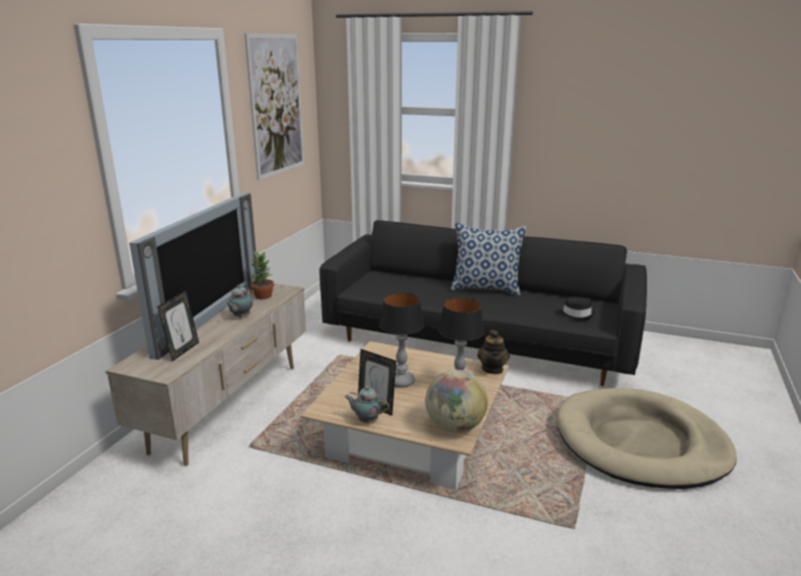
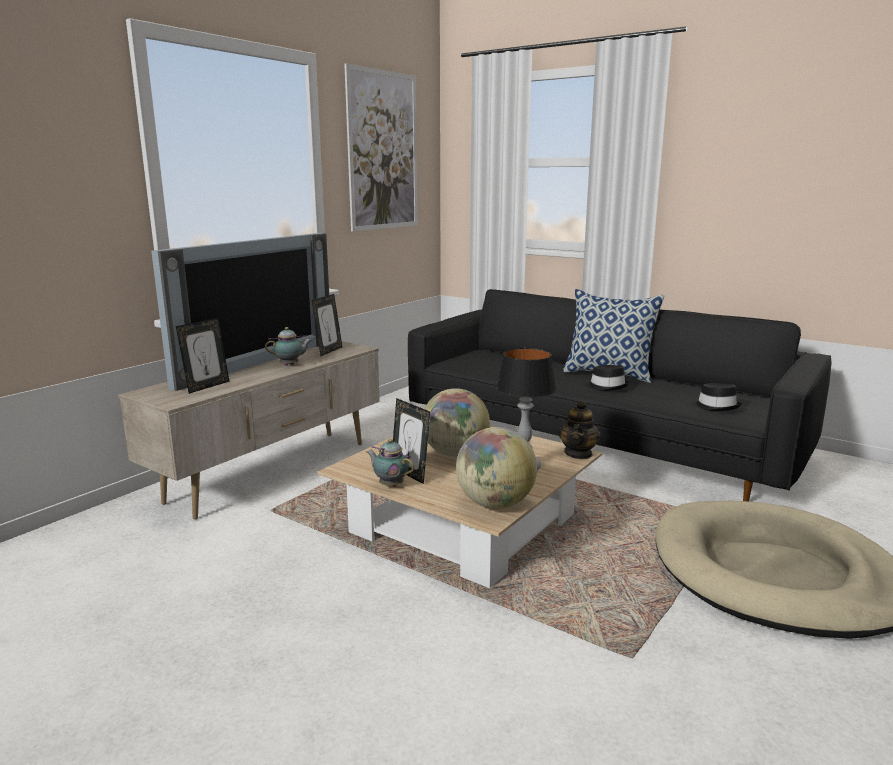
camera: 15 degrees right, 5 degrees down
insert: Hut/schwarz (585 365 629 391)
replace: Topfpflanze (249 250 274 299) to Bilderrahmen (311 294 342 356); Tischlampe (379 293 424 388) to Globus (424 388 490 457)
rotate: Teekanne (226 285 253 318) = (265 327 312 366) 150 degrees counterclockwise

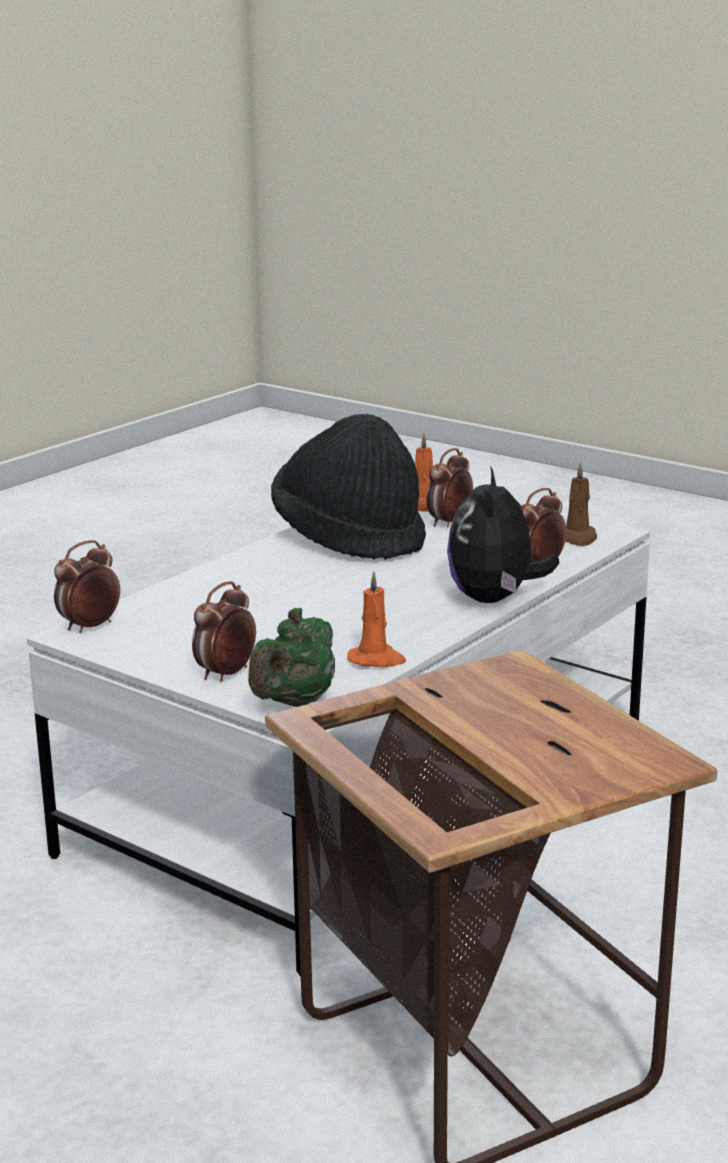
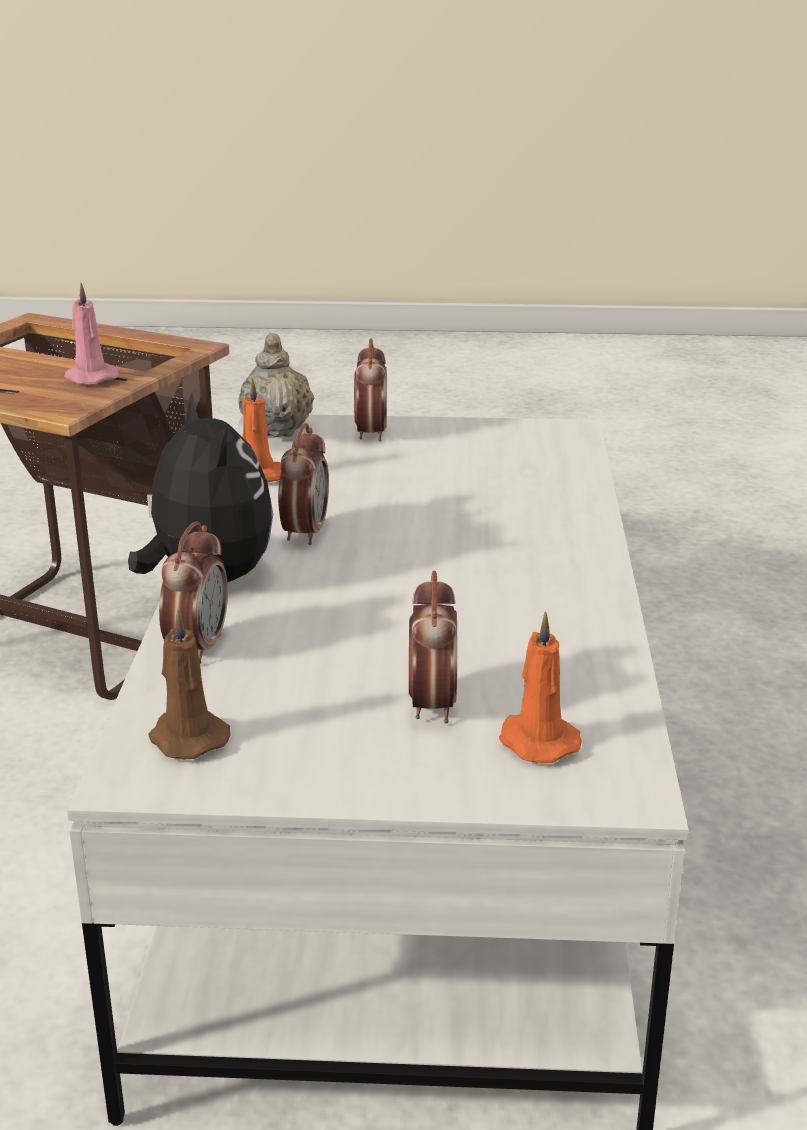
camera: 145 degrees right, 5 degrees up
delete: Hut/schwarz (271 414 426 560)
insert: Kerze/rosa (64 283 119 385)
move: Wecker (54 540 120 633) to (278 423 329 545)
recolor: Teekanne/grün (248 608 335 707) to Teekanne/beige (239 334 314 437)

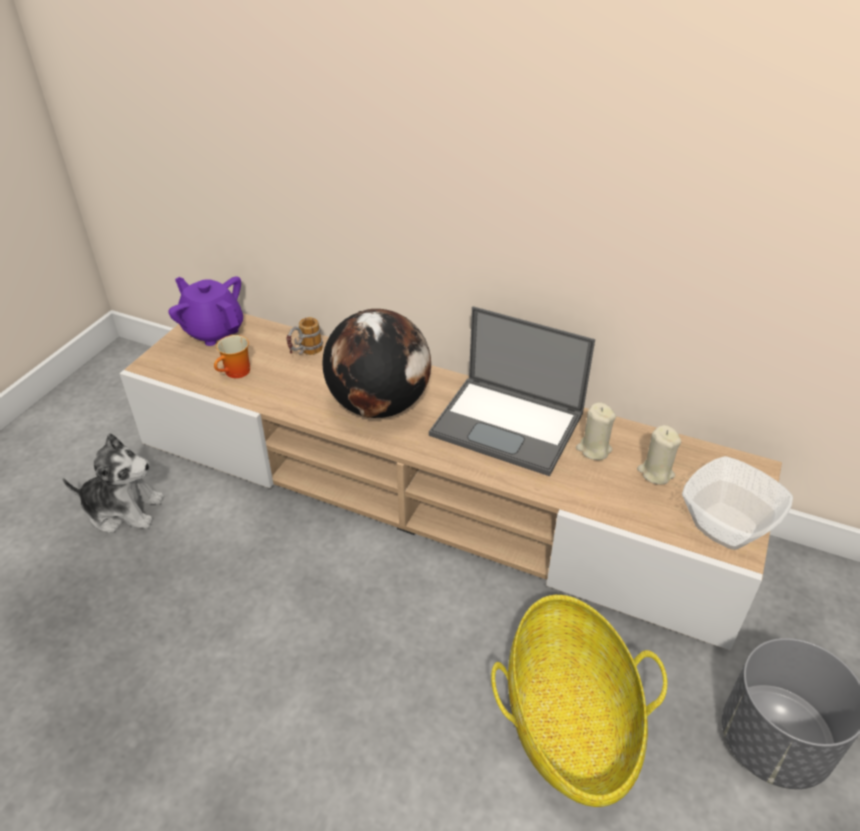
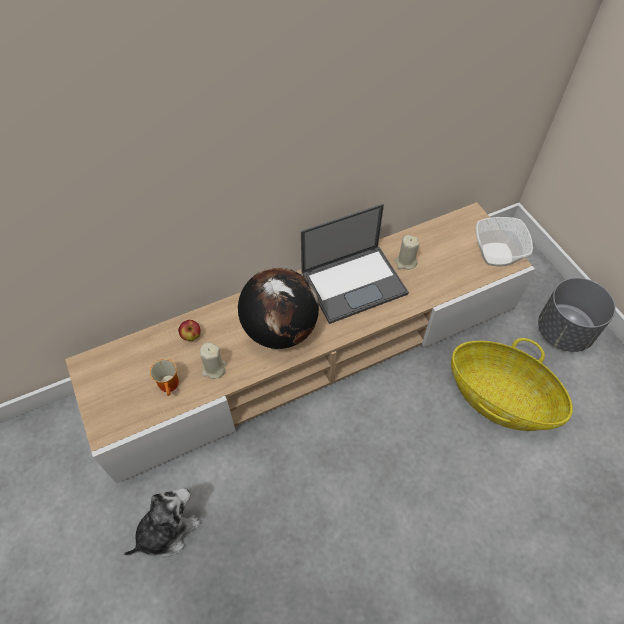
camera: 50 degrees left, 15 degrees up
delete: Teekanne/lila (168 276 243 346)
move: Kerze/beige (637 425 681 485) to (200 343 226 379)
replace: Henkelbecher (286 317 323 355) to Apfel (178 320 201 341)

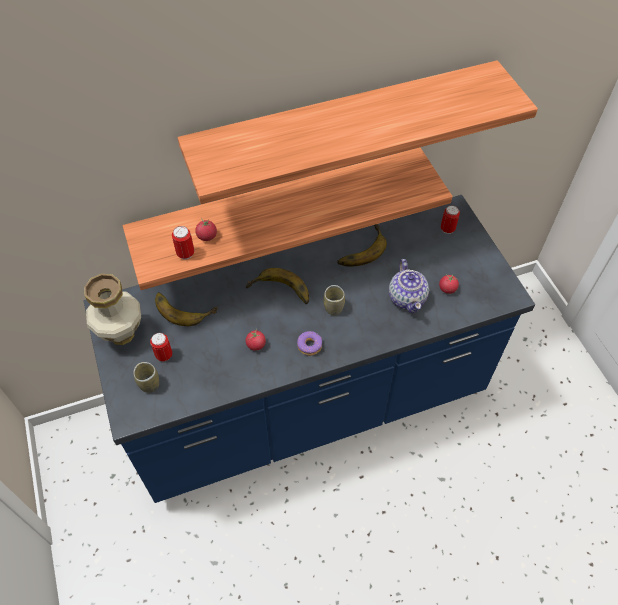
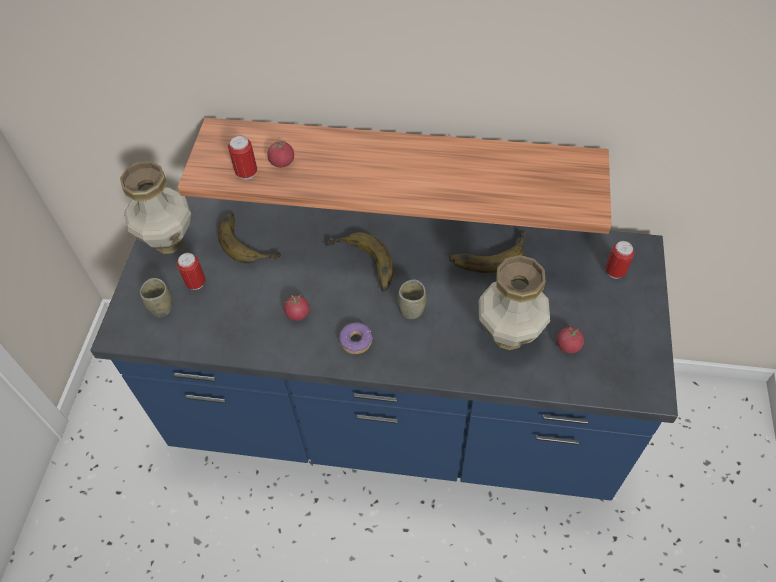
camera: 30 degrees right, 0 degrees up
delete: Wandregal (178 60 538 204)
replace: Teekanne (389 259 429 314) to Vase (479 255 550 350)

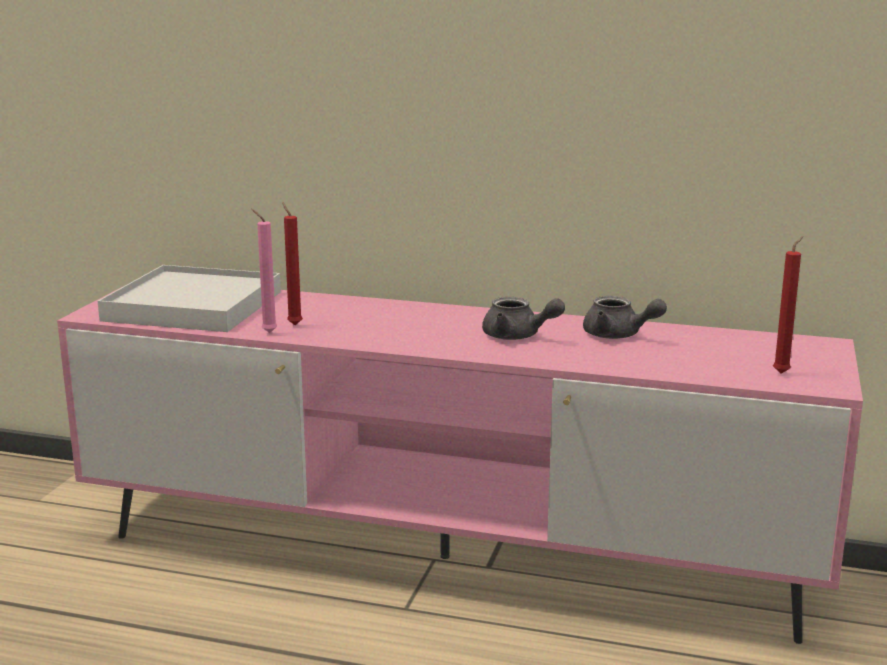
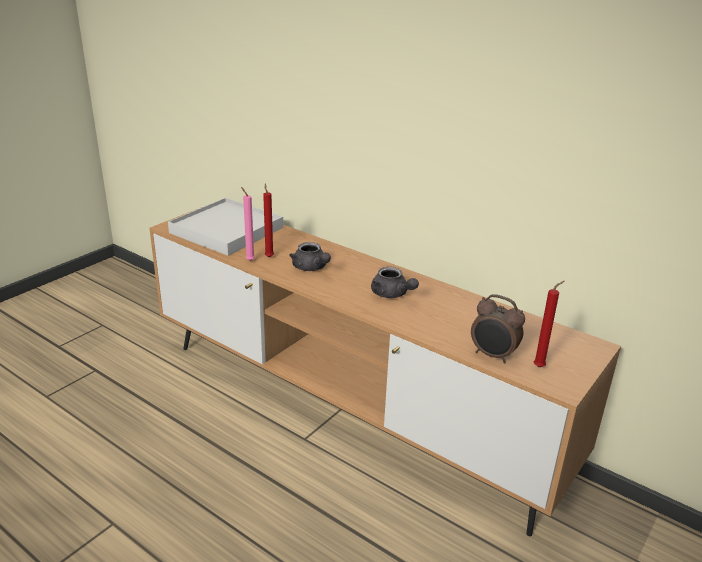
camera: 20 degrees right, 10 degrees up
insert: Wecker (471 294 525 363)
move: Teekanne/grau (583 296 667 339) to (289 242 331 271)
recolor: Fernsehschrank/rosa (57 287 863 644) to Fernsehschrank/braun (149 205 621 536)

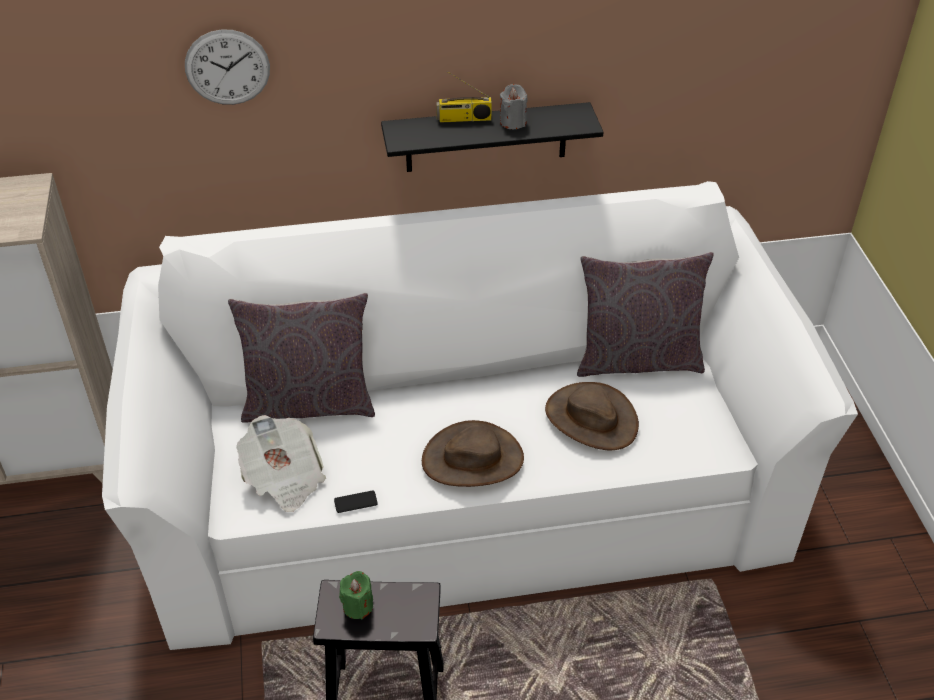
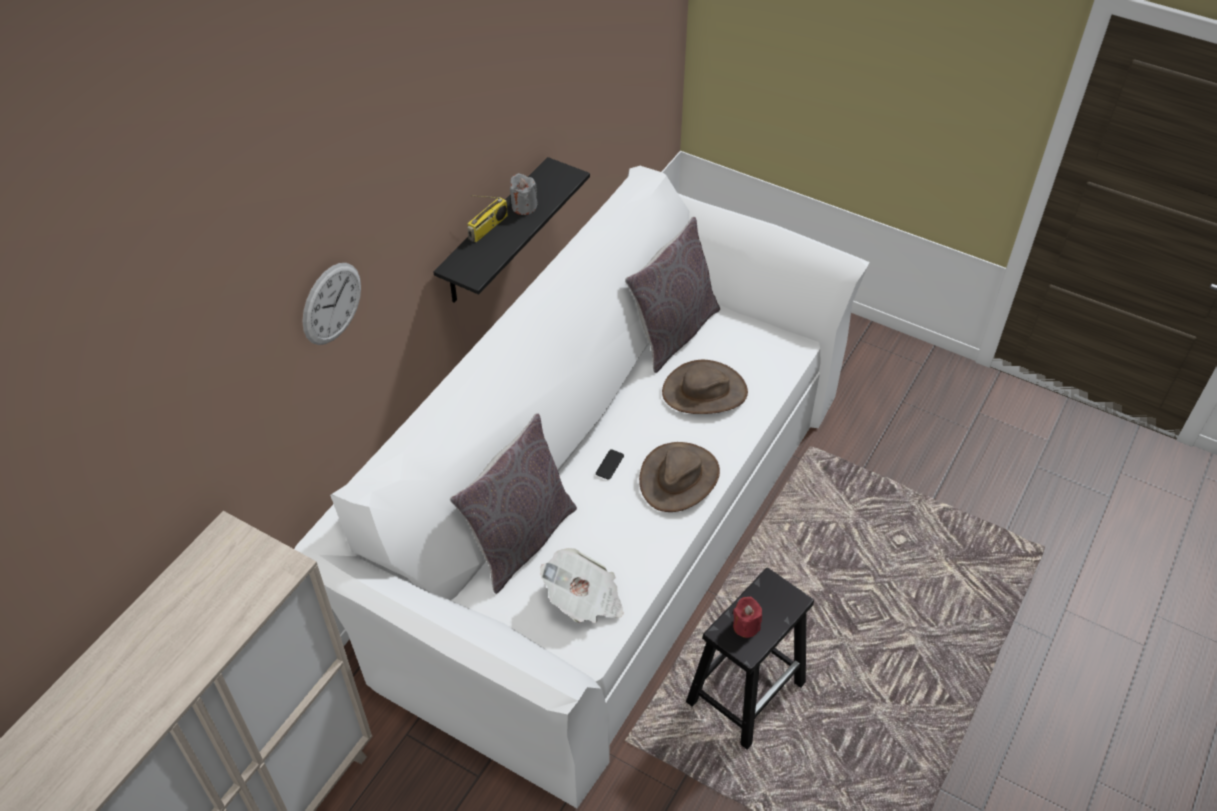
camera: 50 degrees left, 5 degrees up
move: Handy (334 491 378 513) to (596 449 624 480)
recolor: Kerze/grün (339 571 373 619) to Kerze/rot (733 597 762 638)

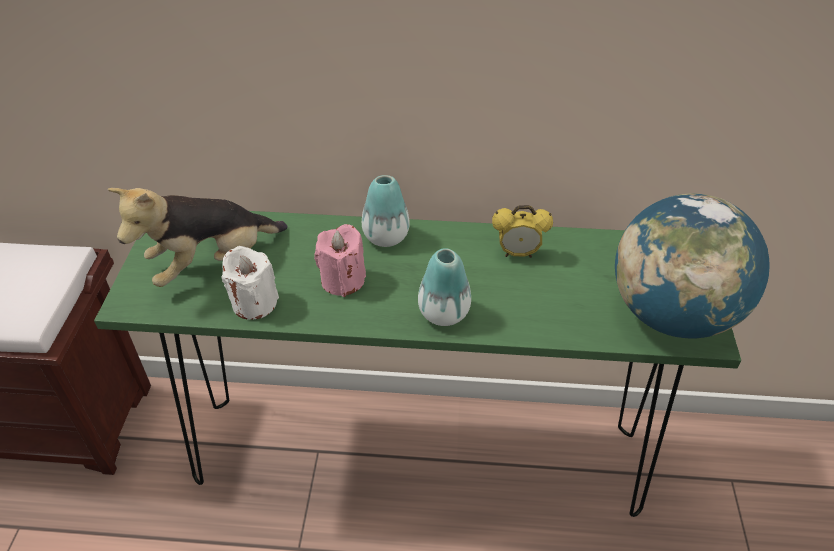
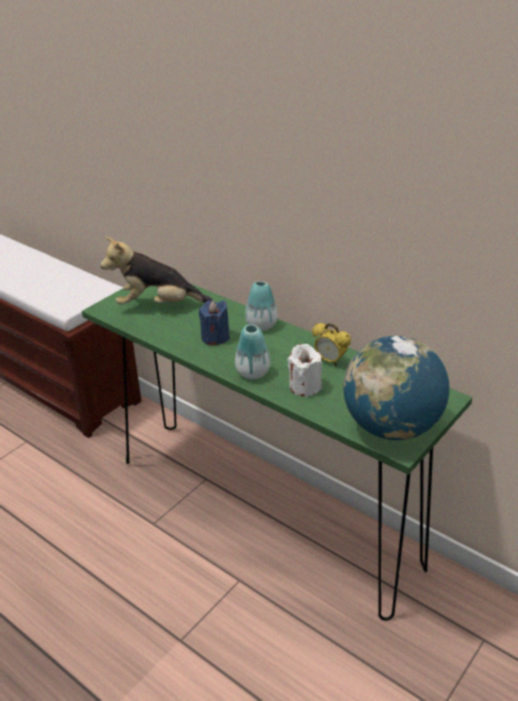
camera: 35 degrees right, 10 degrees down
move: Kerze/weiß (222 246 279 320) to (287 344 322 397)
recolor: Kerze/rosa (314 224 366 297) to Kerze/blau (199 300 230 345)

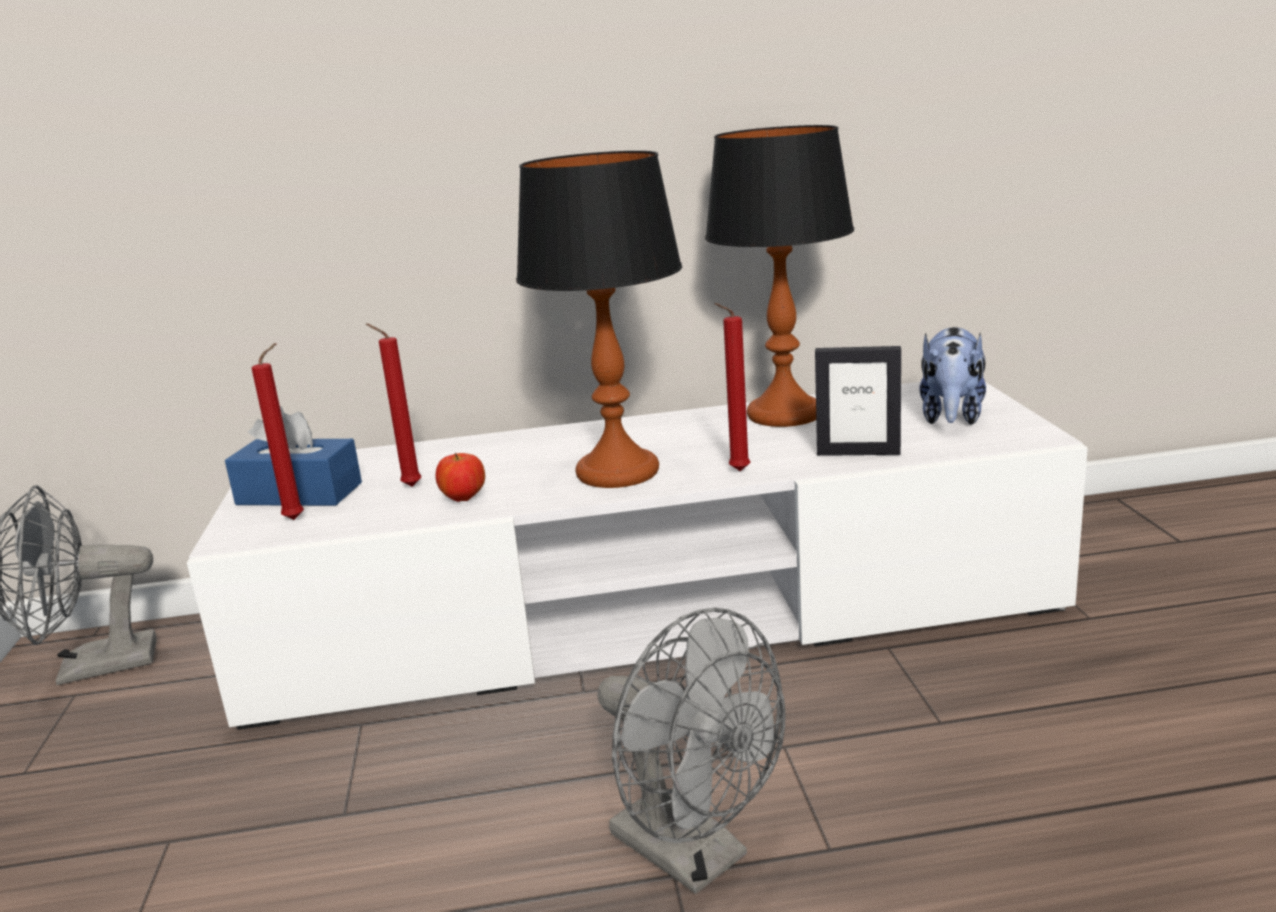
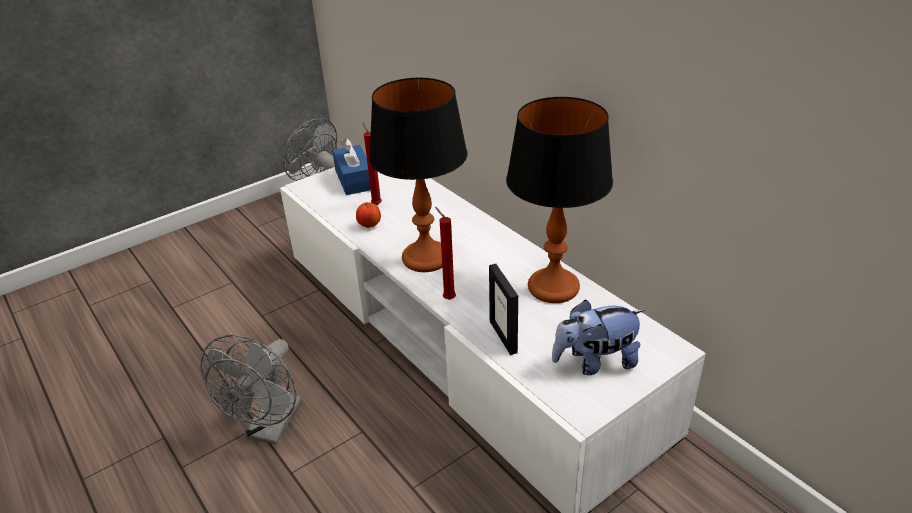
camera: 60 degrees right, 15 degrees up
delete: Kerze/rot (252 343 304 520)

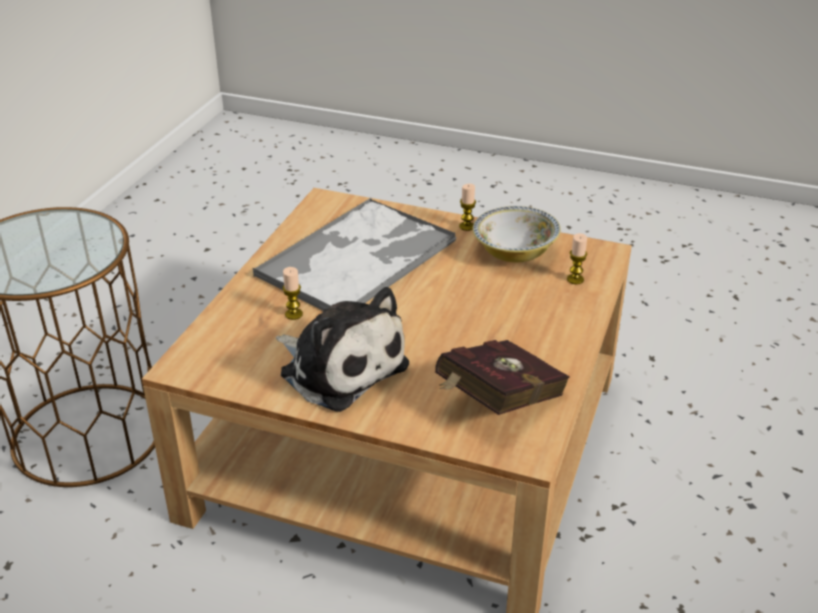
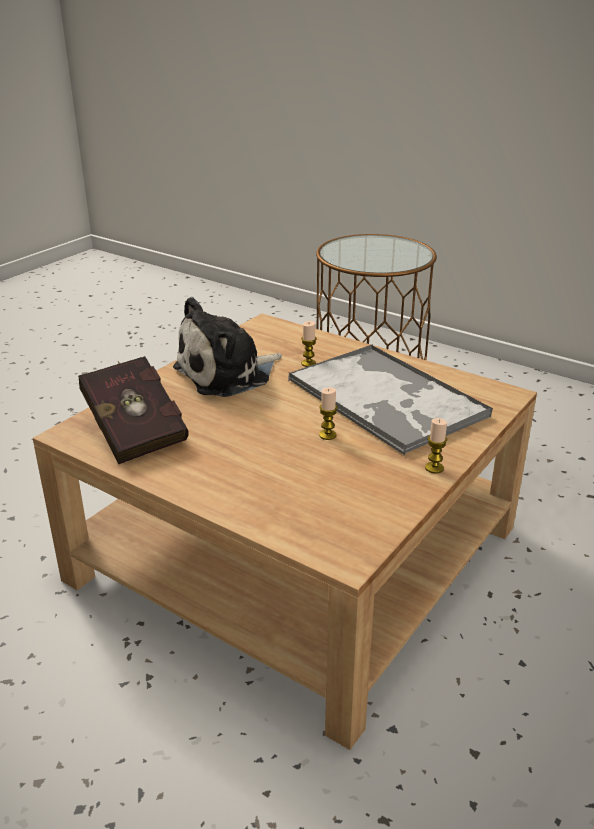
camera: 105 degrees right, 5 degrees down
delete: Schüssel (473 206 561 262)
move: Kerze (567 233 587 284) to (319 387 338 440)

